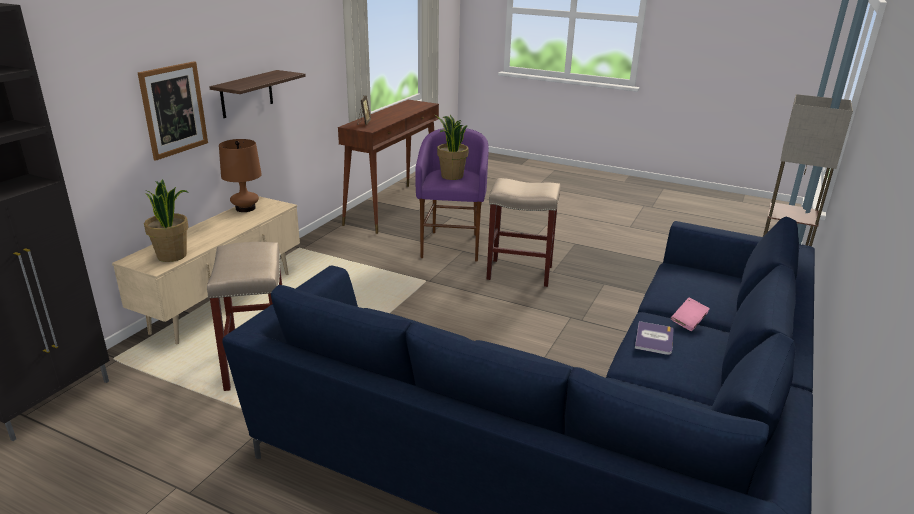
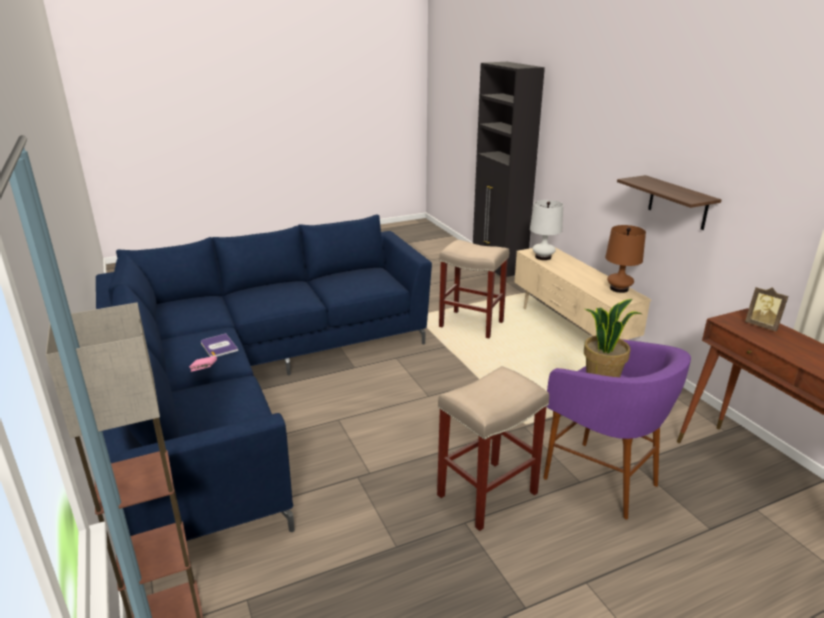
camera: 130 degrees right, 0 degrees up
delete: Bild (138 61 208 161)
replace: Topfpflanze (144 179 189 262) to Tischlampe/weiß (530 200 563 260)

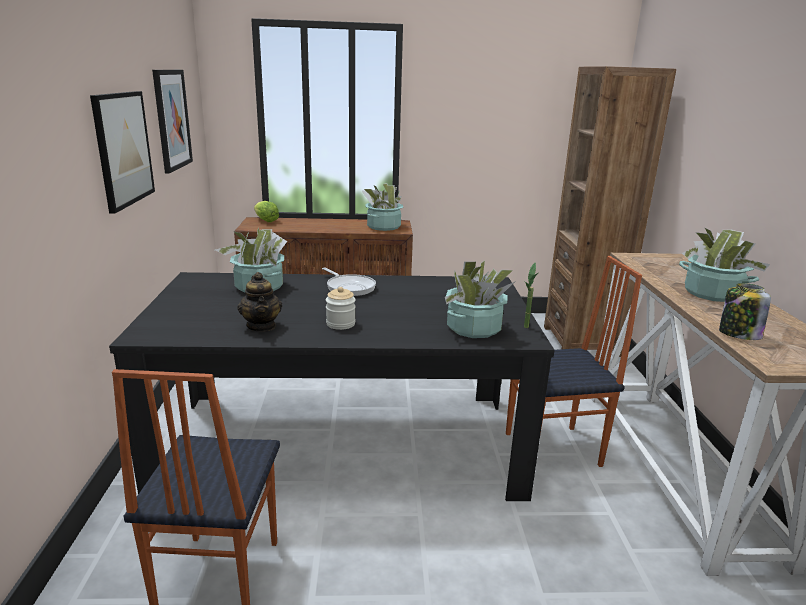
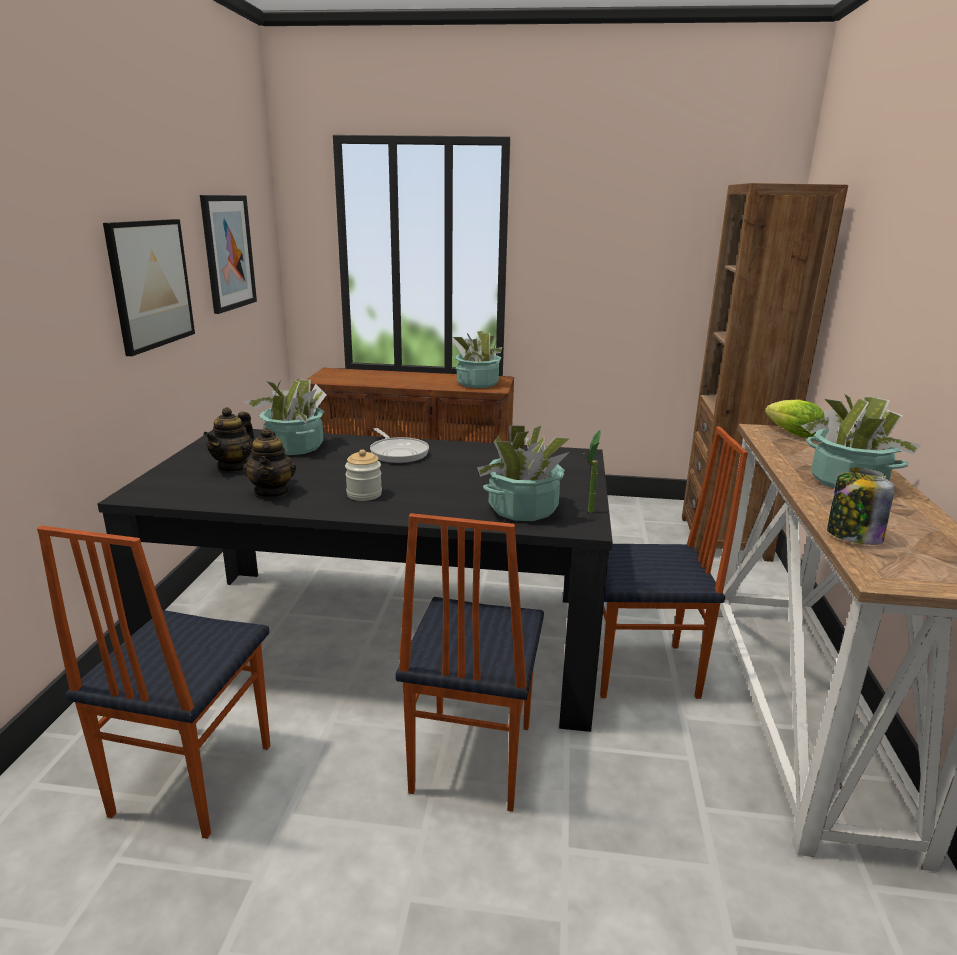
camera: 10 degrees right, 0 degrees up
insert: Teekanne (203 407 254 472); Stuhl (395 513 544 812)
move: Salatkopf (254 201 279 222) to (765 399 825 438)

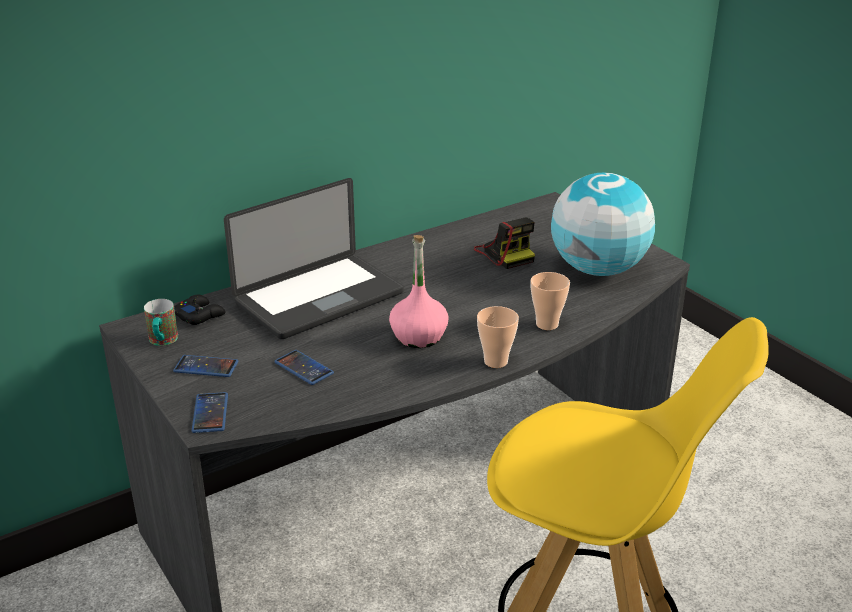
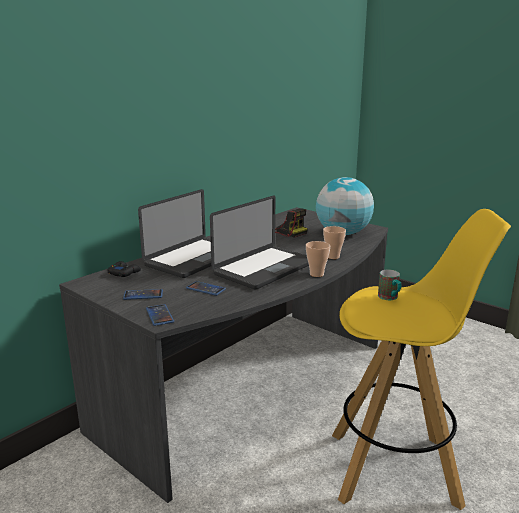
camera: 15 degrees left, 10 degrees down
move: Henkelbecher (144 299 178 346) to (378 269 402 300)
replace: Flasche/rosa (389 235 449 348) to Laptop (210 196 309 290)

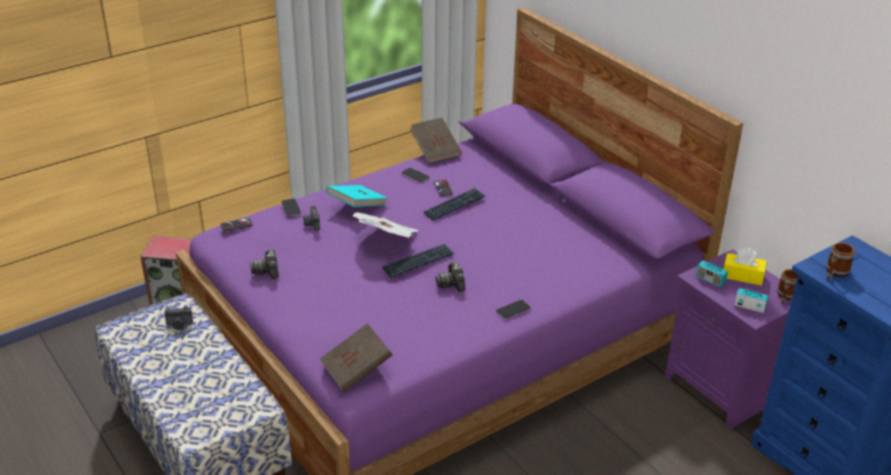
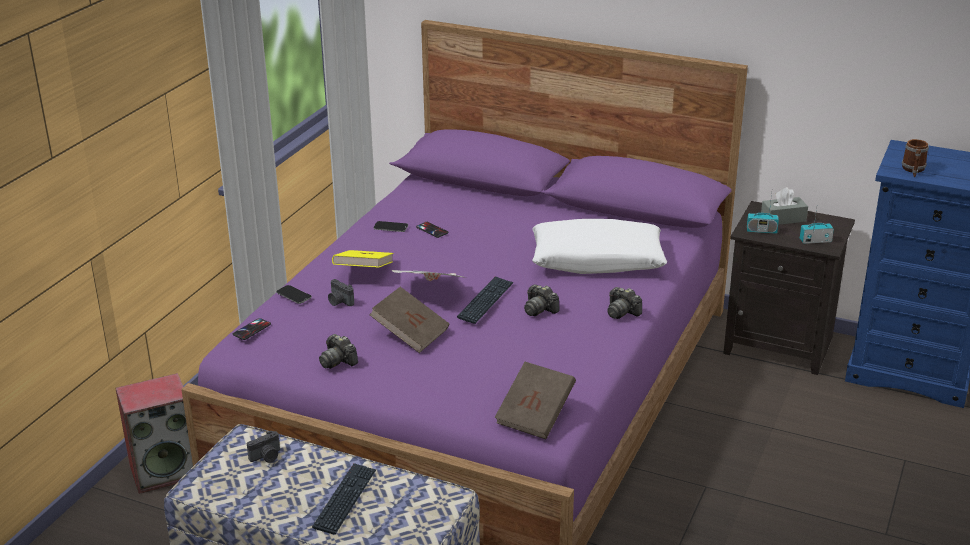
camera: 30 degrees left, 5 degrees down
delete: Henkelbecher (777 269 798 304)
insert: Kissen/weiß (532 219 667 274)
move: Buch/braun (410 118 462 164) to (369 287 449 353); Tastatur (423 188 485 221) to (312 463 376 534)
replace: Handy (496 300 531 319) to Kamera (607 287 642 319)
recolor: Buch/türkis (326 185 388 207) to Buch/gelb (332 250 393 268); Taschentuchbox/gelb (723 248 767 286) to Taschentuchbox/grau (761 187 808 225); Nachttisch/lila (665 249 791 429) to Nachttisch/schwarz (723 201 855 375)

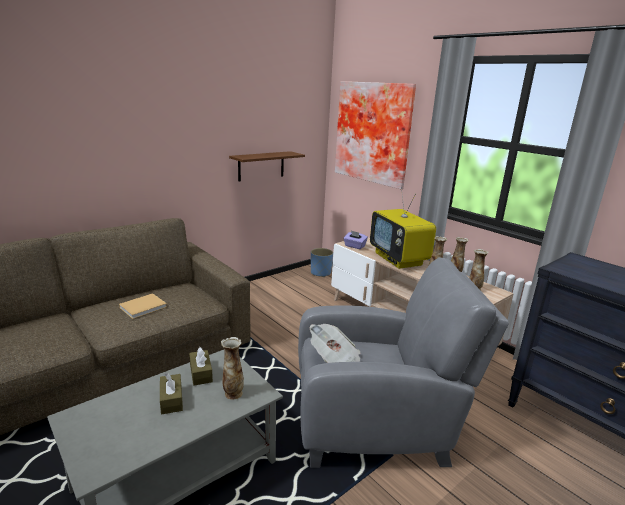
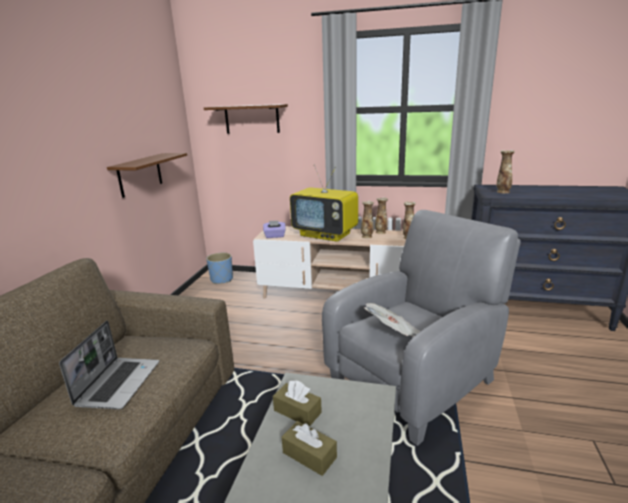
camera: 35 degrees left, 0 degrees up
move: Vase (221 337 244 400) to (497 150 515 193)
replace: Bild (335 81 416 189) to Wandregal/braun (204 104 288 134); Buch/beige (119 293 167 319) to Laptop (59 320 159 409)

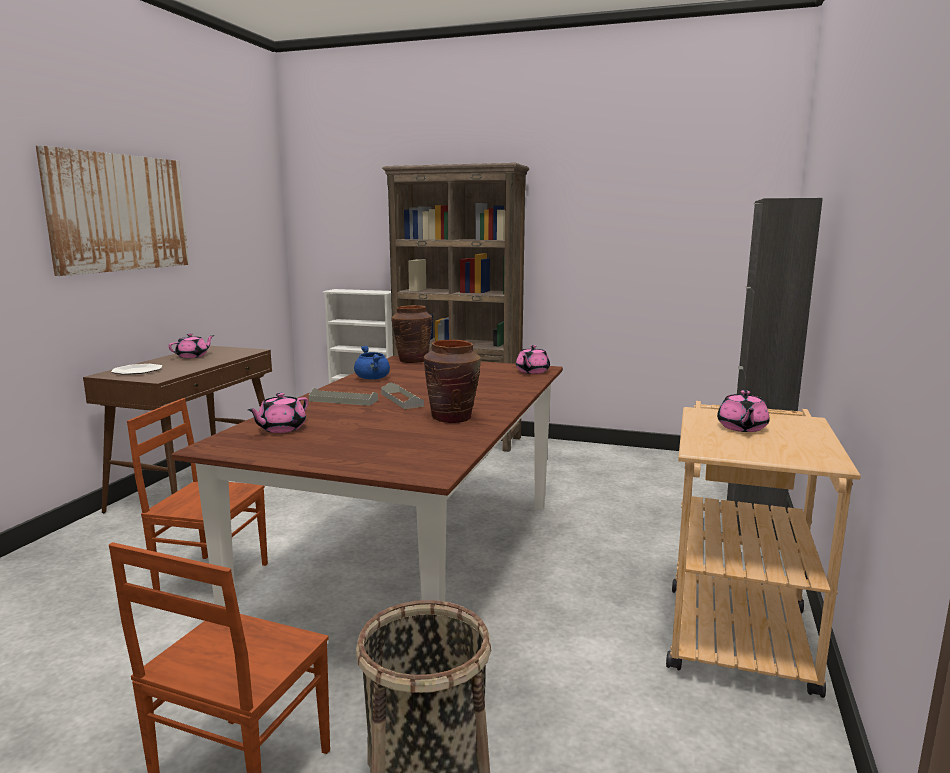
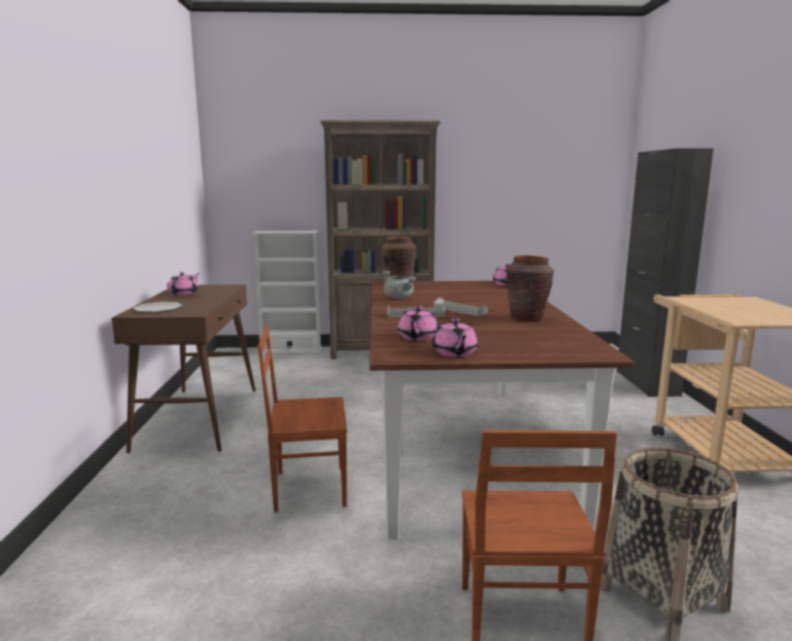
camera: 20 degrees left, 0 degrees up
delete: Bild (36 146 189 276)
move: Teekanne/rosa (717 390 769 432) to (432 318 478 357)
recolor: Kochtopf/blau (354 345 390 379) to Kochtopf/grau (382 270 416 299)

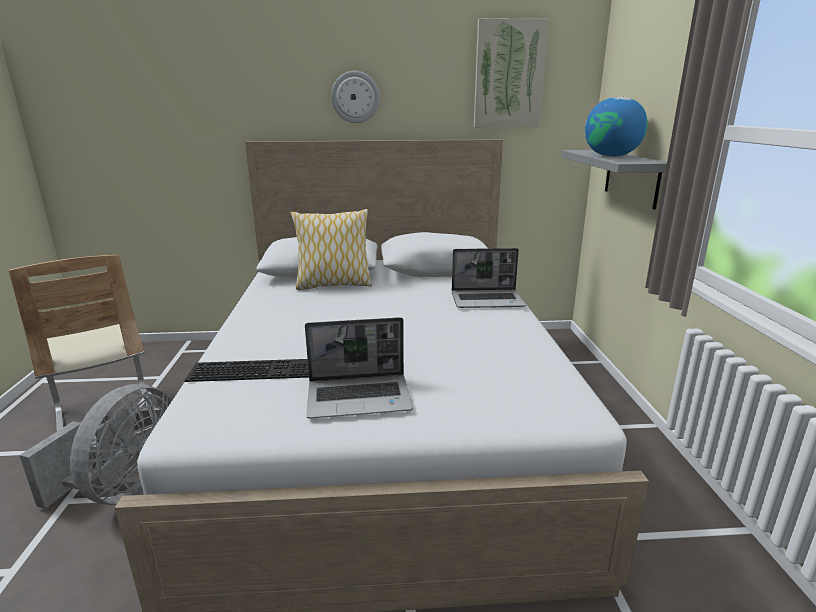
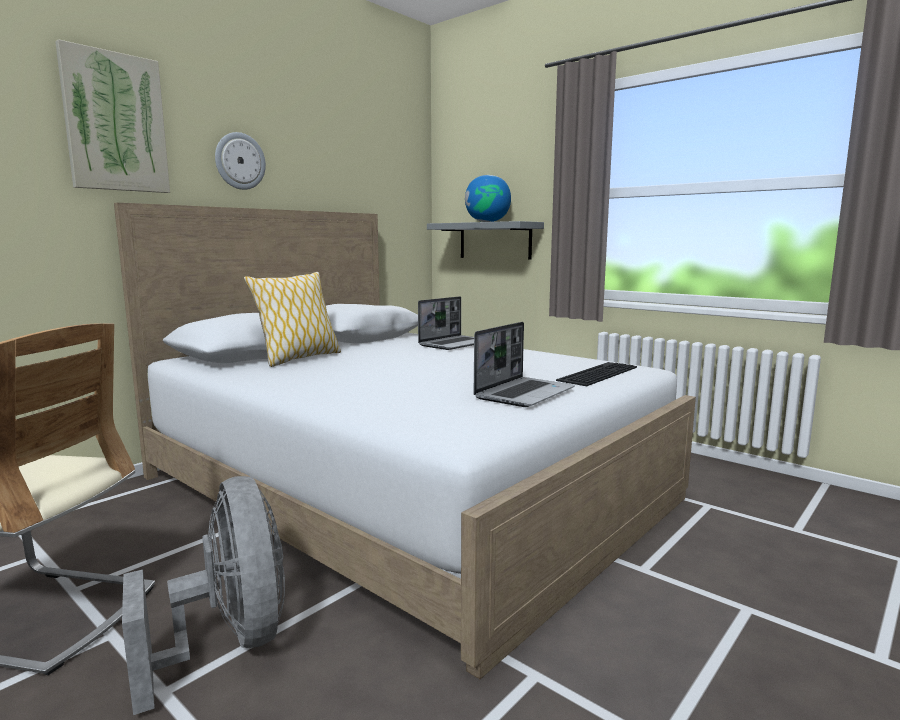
camera: 45 degrees left, 10 degrees down
move: Bild (474 18 548 127) to (55 39 170 193); Tastatur (184 359 309 382) to (556 362 637 386)

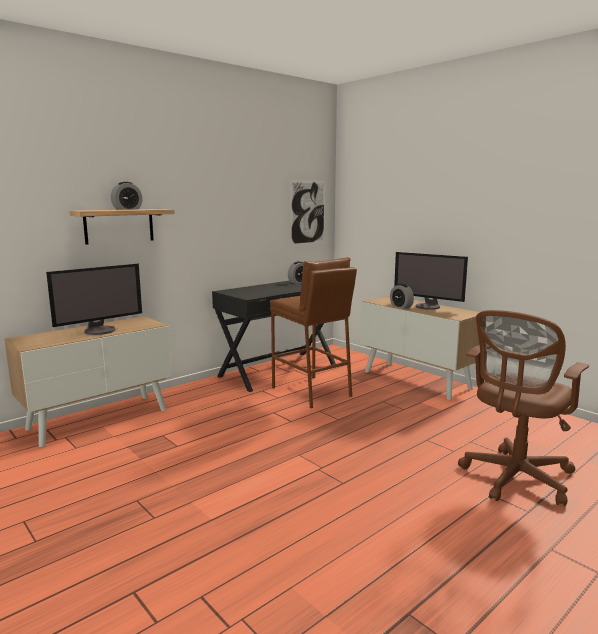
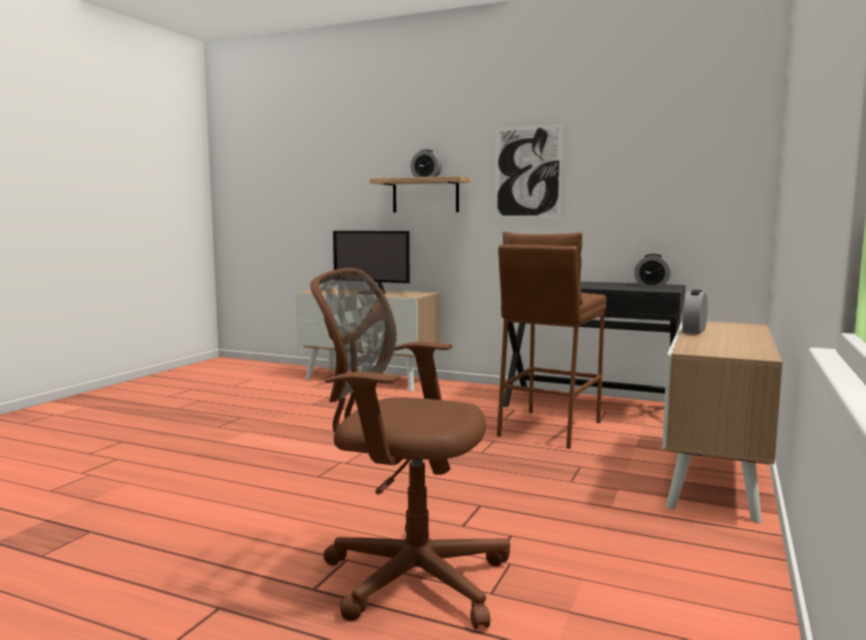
camera: 65 degrees right, 5 degrees down
delete: Monitor (394 252 468 310)
move: Bild (290 180 325 245) to (495 124 562 218)

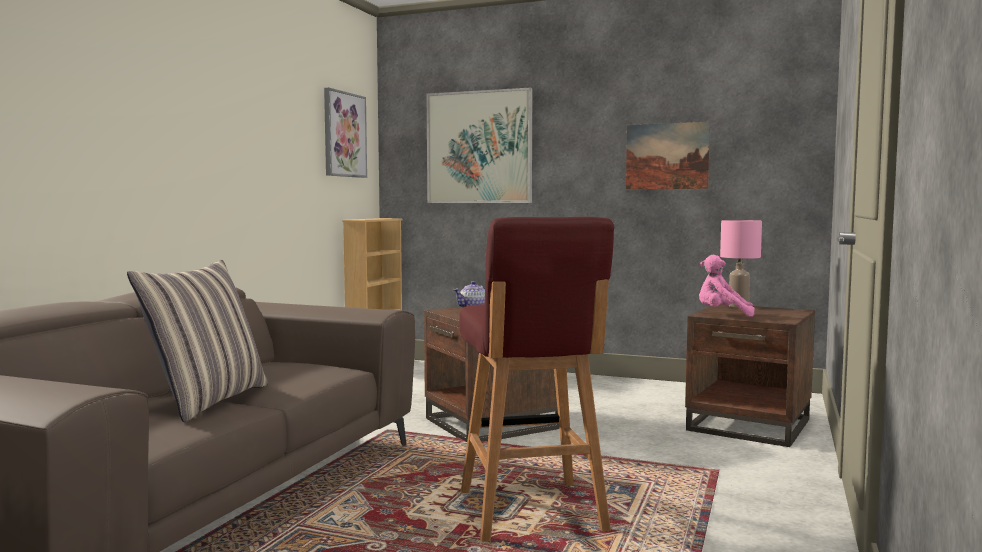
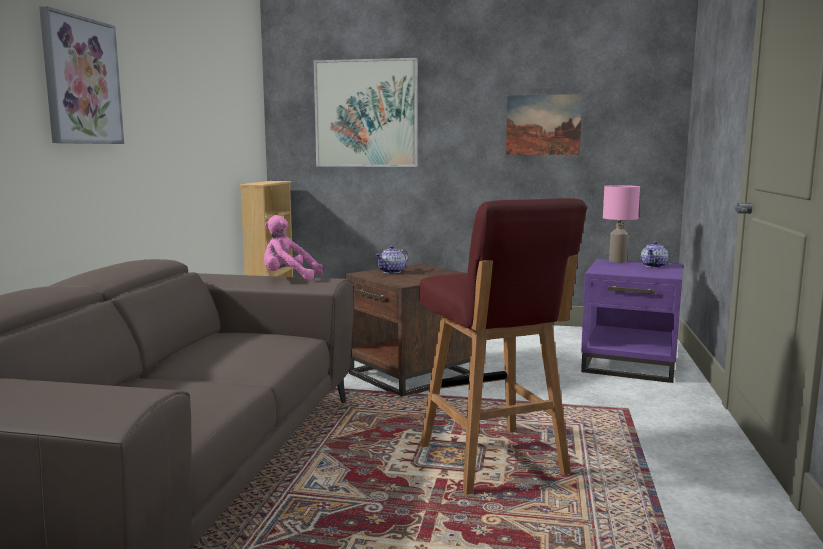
camera: 10 degrees left, 5 degrees up
delete: Kissen (127 260 269 422)
insert: Teekanne (641 241 668 268)
move: Bild (324 88 367 178) to (39 6 124 144); Plüschtier/rosa (699 255 755 317) to (264 215 323 281)
recolor: Beistelltisch/braun (685 304 815 447) to Beistelltisch/lila (581 259 683 383)

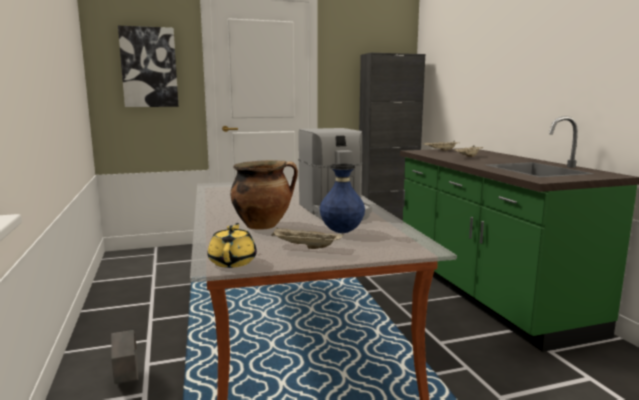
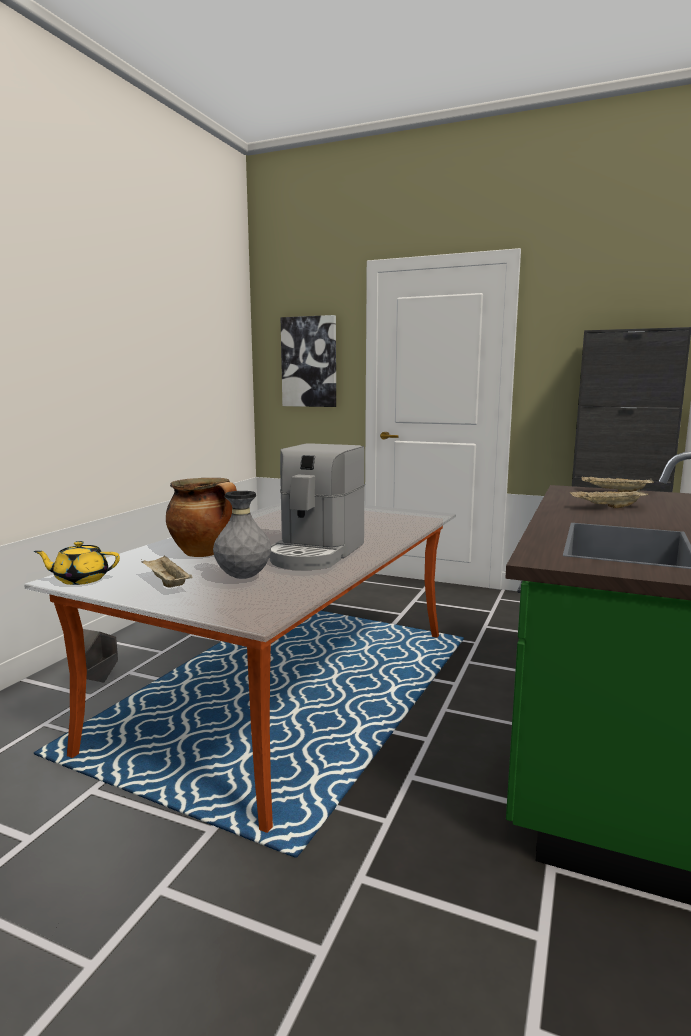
camera: 40 degrees right, 0 degrees up
recolor: Vase/blau (320 164 365 233) to Vase/grau (213 491 271 579)
rotate: Teekanne/gelb (208 223 257 268) = (34 541 120 585) 135 degrees counterclockwise

